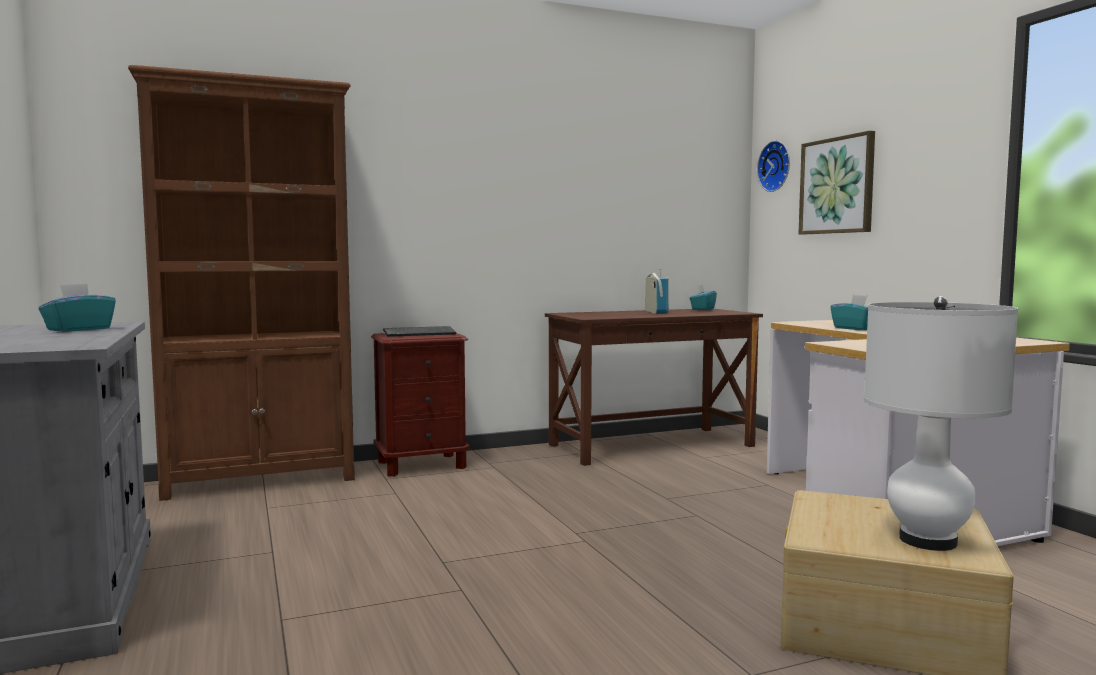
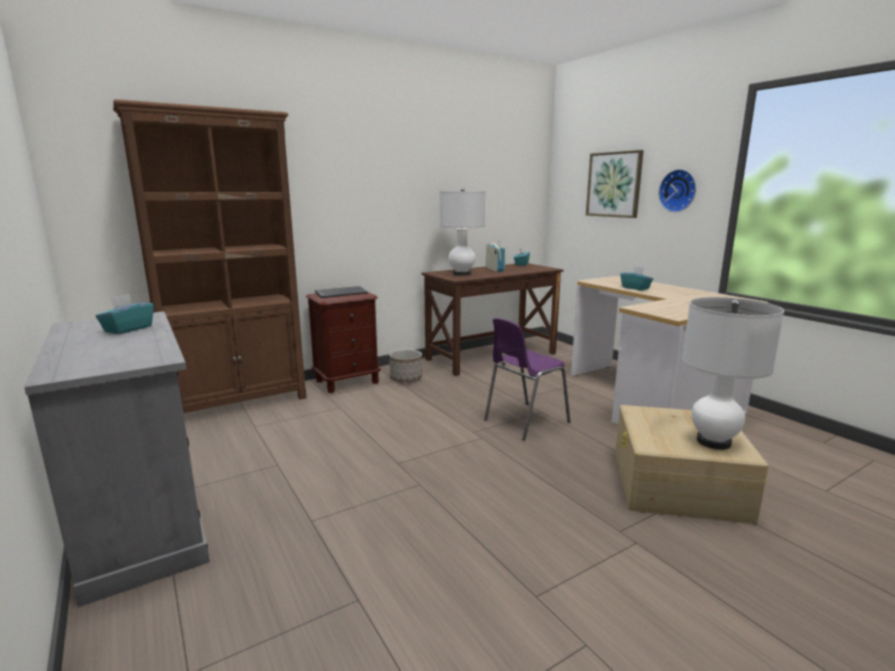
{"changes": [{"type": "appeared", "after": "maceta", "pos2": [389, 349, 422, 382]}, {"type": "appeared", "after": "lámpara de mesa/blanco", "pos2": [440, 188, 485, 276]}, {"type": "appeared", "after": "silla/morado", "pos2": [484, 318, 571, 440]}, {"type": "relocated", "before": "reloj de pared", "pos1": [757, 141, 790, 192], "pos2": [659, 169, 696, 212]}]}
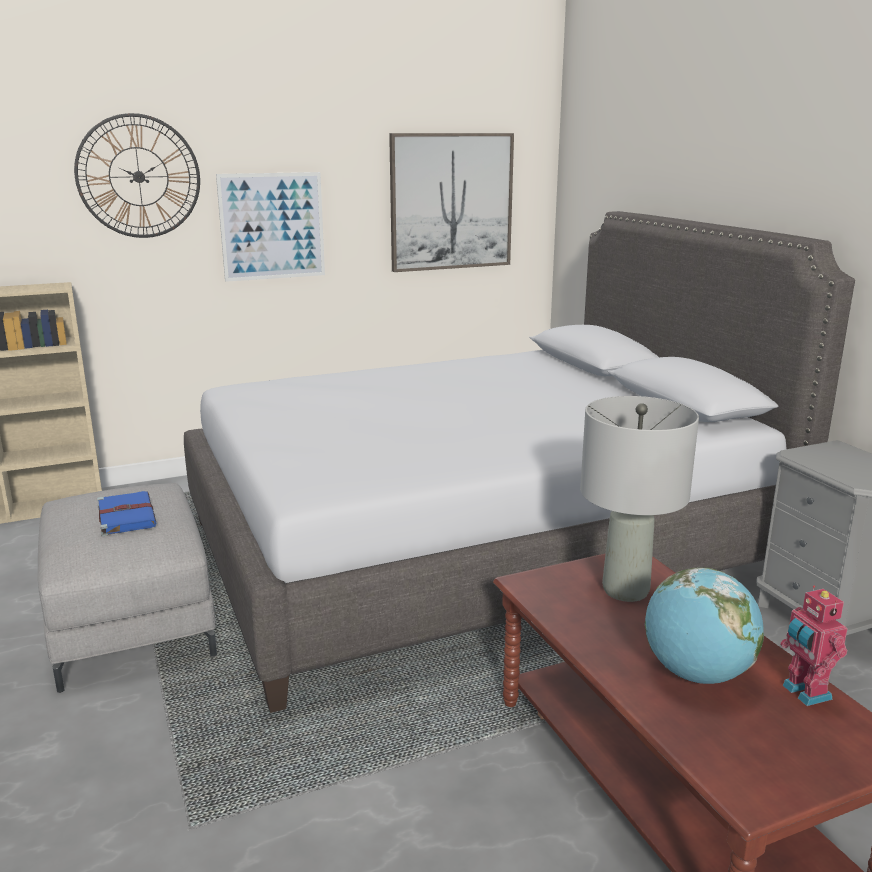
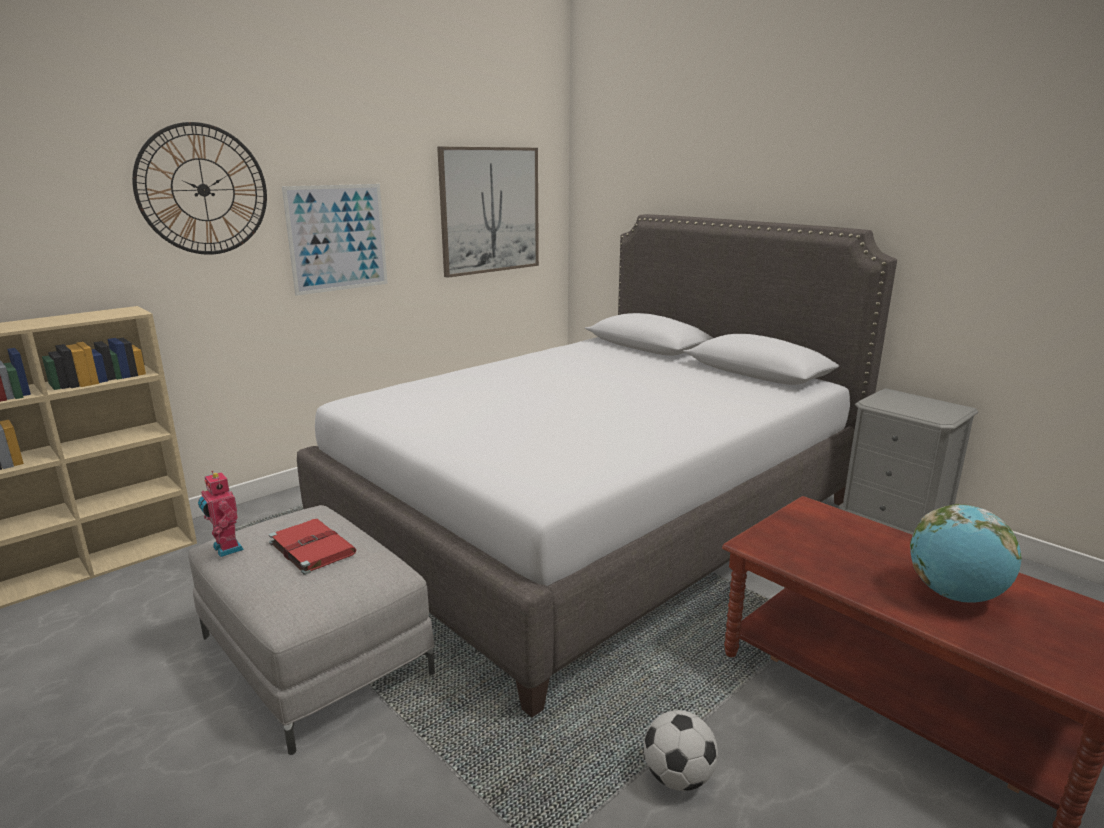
{"changes": [{"type": "relocated", "before": "robot de juguete", "pos1": [780, 585, 848, 706], "pos2": [198, 471, 244, 557]}, {"type": "colour", "before": "libro/azul", "after": "libro/rojo", "pos1": [97, 491, 156, 536], "pos2": [269, 519, 356, 575]}, {"type": "appeared", "after": "balón de fútbol", "pos2": [644, 710, 718, 791]}, {"type": "missing", "before": "lámpara de mesa/gris", "pos1": [580, 396, 699, 602]}]}
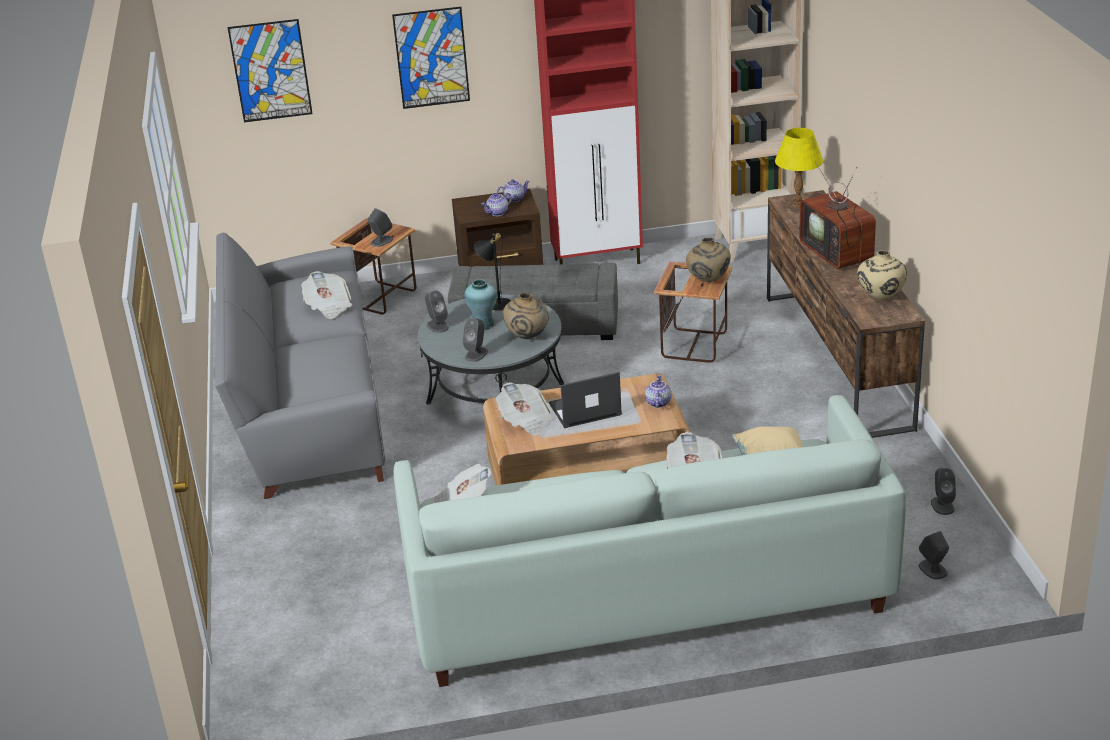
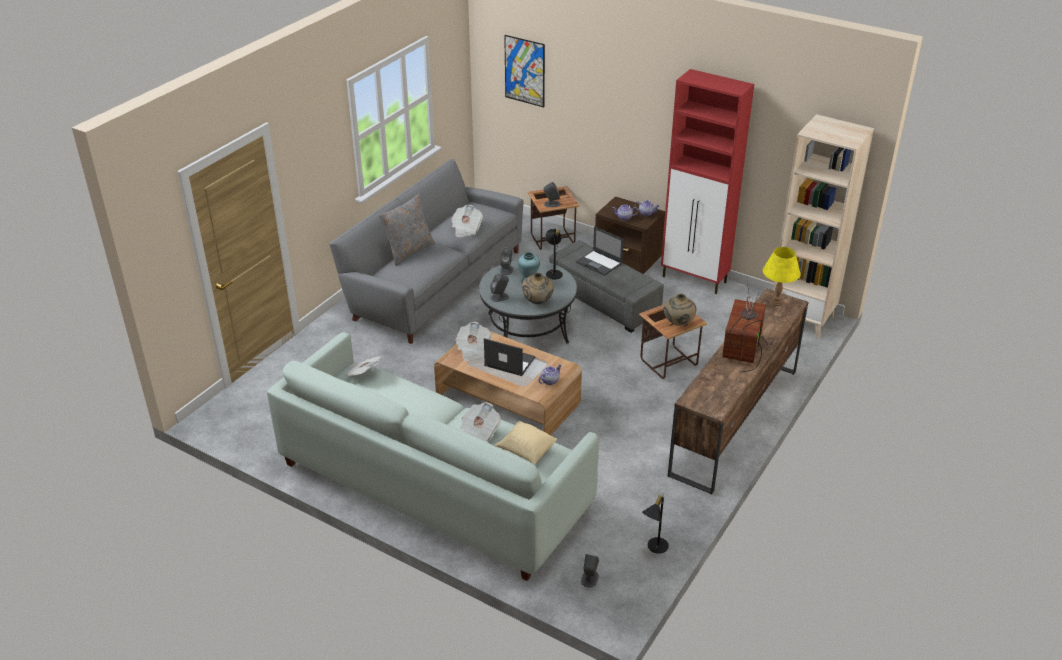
{"changes": [{"type": "appeared", "after": "cojín/gris", "pos2": [379, 194, 435, 266]}, {"type": "appeared", "after": "portátil", "pos2": [576, 226, 624, 276]}, {"type": "exchanged", "before": "altavoz/gris", "after": "lámpara de mesa/negro", "pos1": [931, 468, 956, 515], "pos2": [642, 494, 669, 554]}, {"type": "missing", "before": "cuadro", "pos1": [392, 7, 470, 109]}, {"type": "missing", "before": "florero/beis", "pos1": [857, 250, 907, 299]}]}
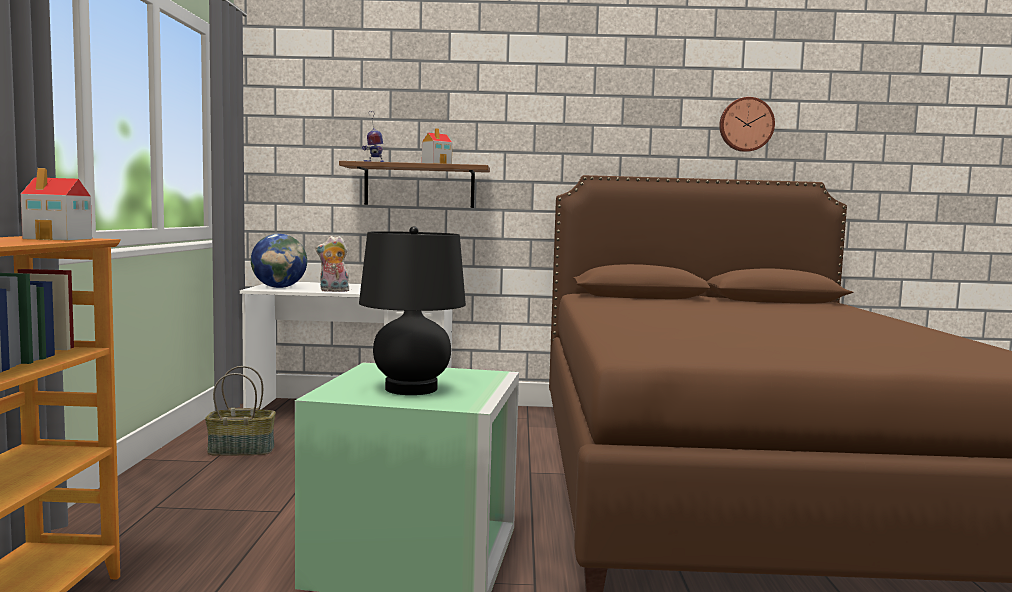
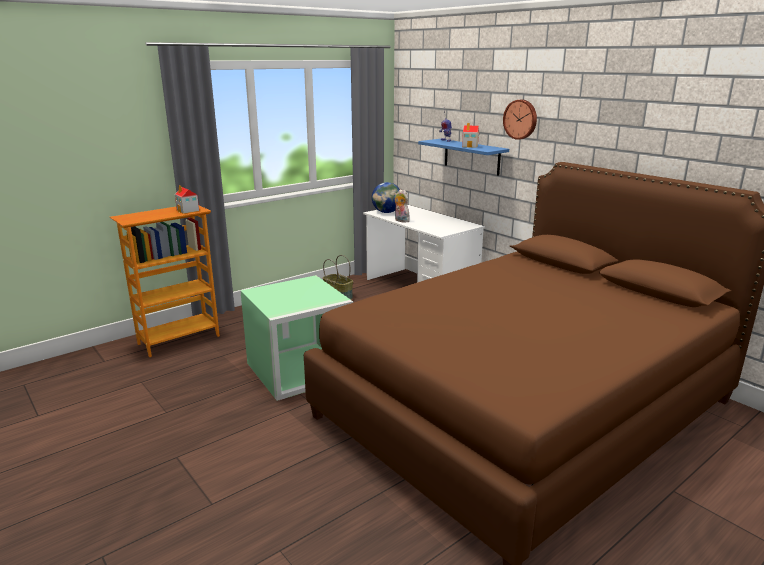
{"changes": [{"type": "colour", "before": "estante/marrón", "after": "estante/azul", "pos1": [339, 161, 490, 208], "pos2": [418, 139, 509, 176]}, {"type": "relocated", "before": "reloj de pared", "pos1": [719, 97, 775, 152], "pos2": [503, 100, 537, 140]}, {"type": "missing", "before": "lámpara de mesa/negro", "pos1": [359, 226, 466, 395]}]}
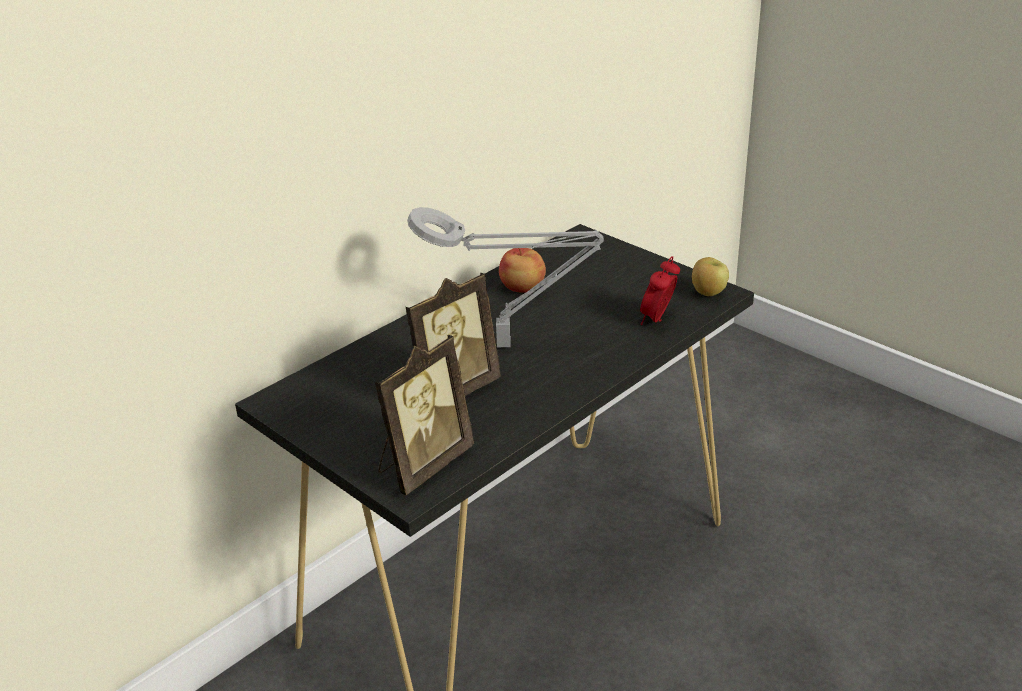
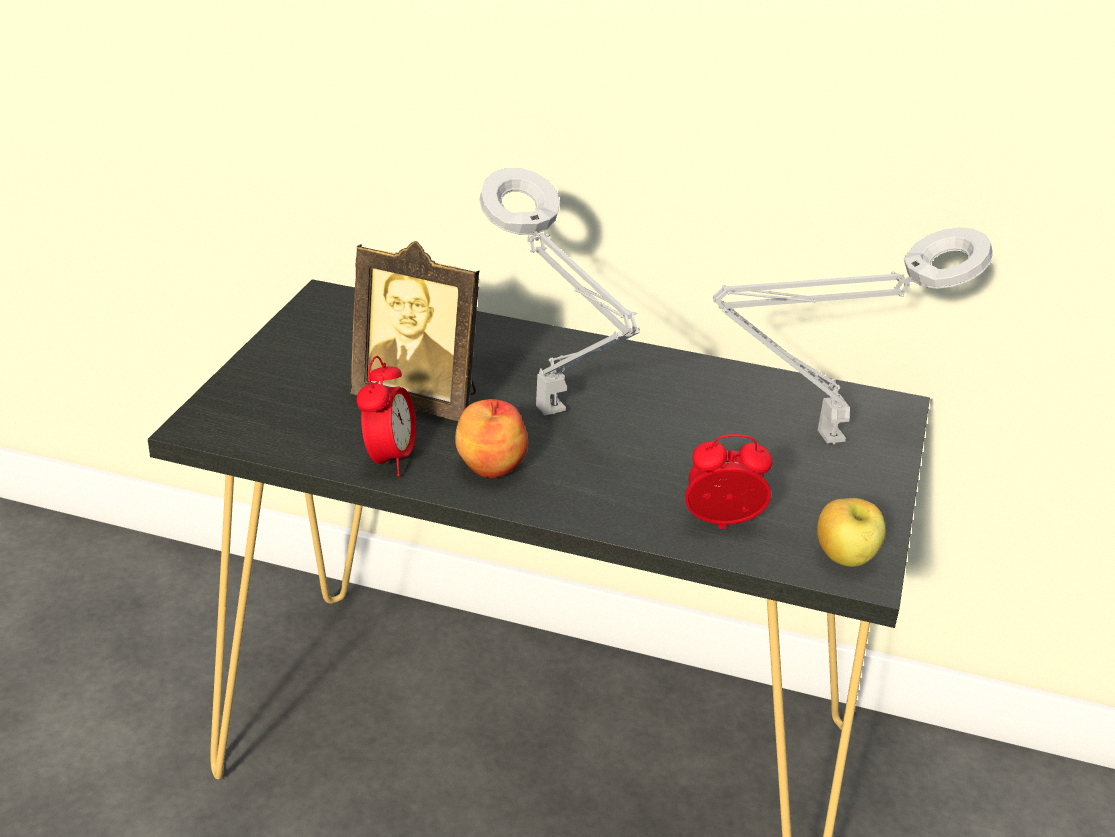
{"changes": [{"type": "appeared", "after": "despertador", "pos2": [357, 356, 416, 476]}, {"type": "relocated", "before": "manzana", "pos1": [499, 248, 546, 293], "pos2": [455, 399, 528, 478]}, {"type": "appeared", "after": "lámpara de mesa/gris", "pos2": [713, 227, 993, 444]}, {"type": "missing", "before": "portarretratos", "pos1": [375, 335, 474, 495]}]}
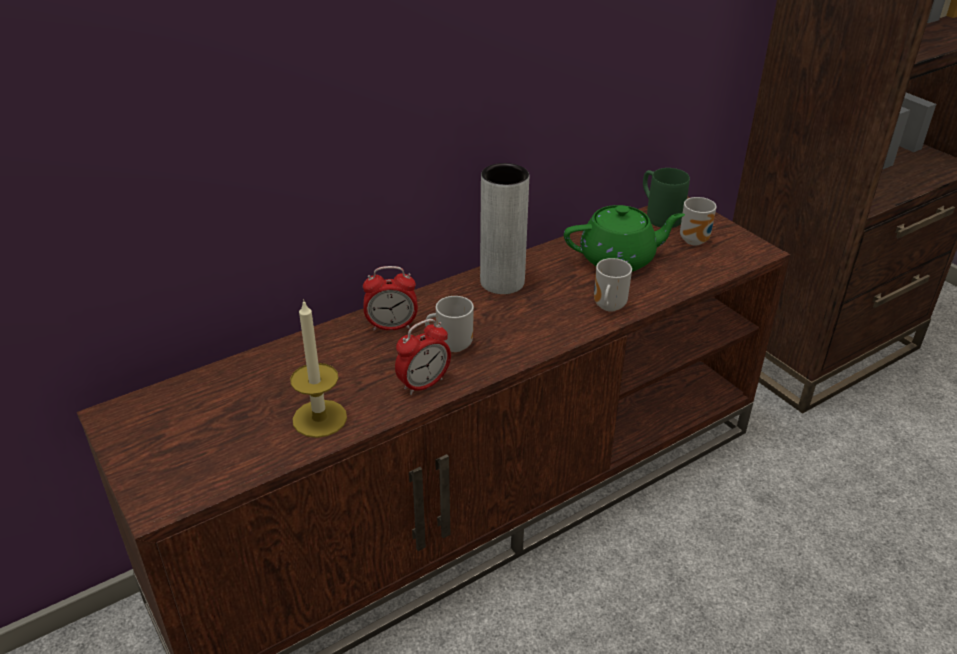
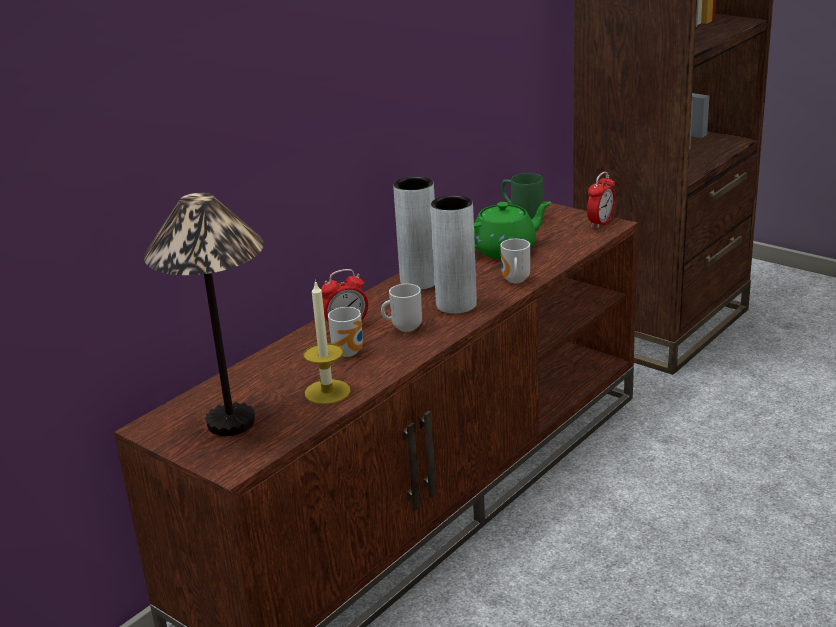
{"changes": [{"type": "appeared", "after": "lámpara de mesa", "pos2": [144, 193, 264, 436]}, {"type": "relocated", "before": "taza grande", "pos1": [680, 197, 717, 245], "pos2": [328, 307, 363, 357]}, {"type": "appeared", "after": "florero/gris", "pos2": [431, 195, 477, 314]}, {"type": "relocated", "before": "despertador", "pos1": [395, 319, 451, 395], "pos2": [587, 172, 615, 229]}]}
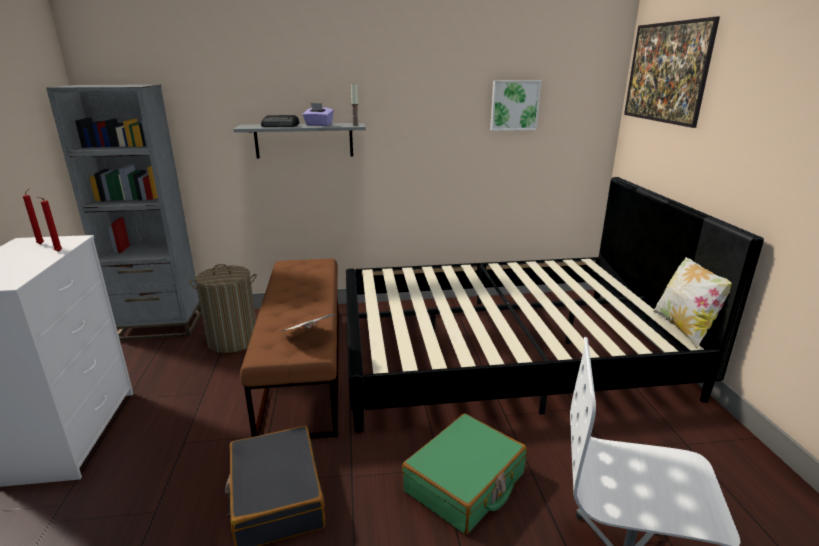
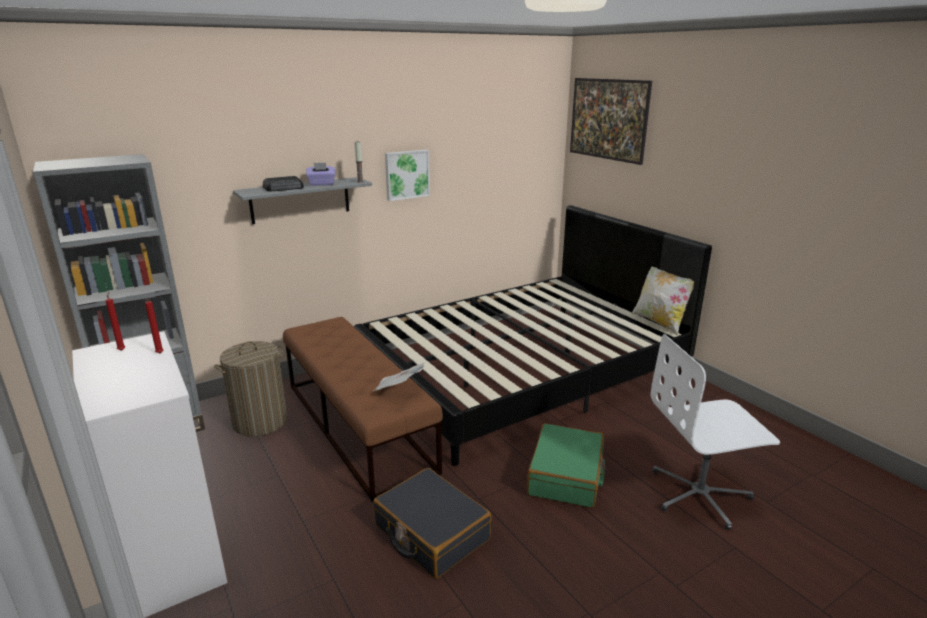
{"changes": [{"type": "relocated", "before": "cuadro", "pos1": [490, 80, 541, 131], "pos2": [385, 150, 430, 201]}]}
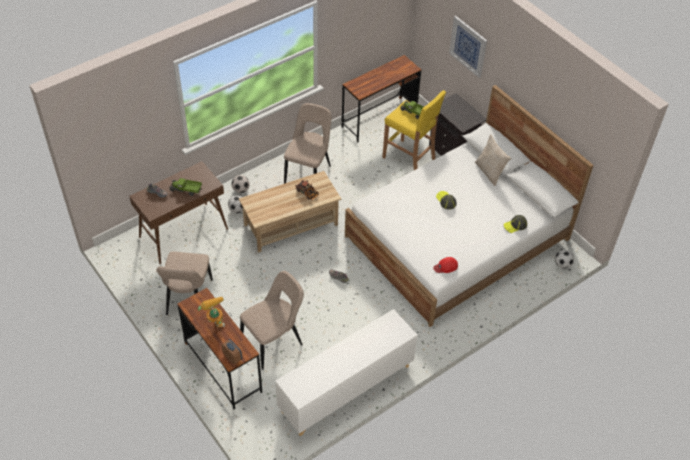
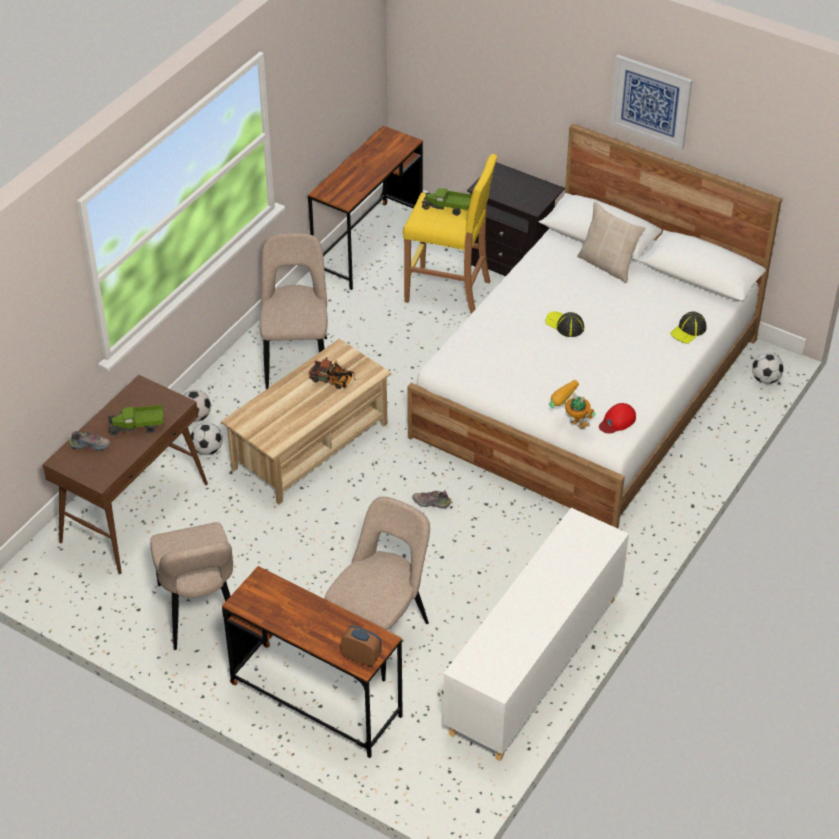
{"changes": [{"type": "relocated", "before": "robot de juguete", "pos1": [198, 297, 225, 327], "pos2": [549, 380, 596, 428]}, {"type": "relocated", "before": "cuadro", "pos1": [449, 16, 487, 78], "pos2": [610, 55, 693, 150]}]}
